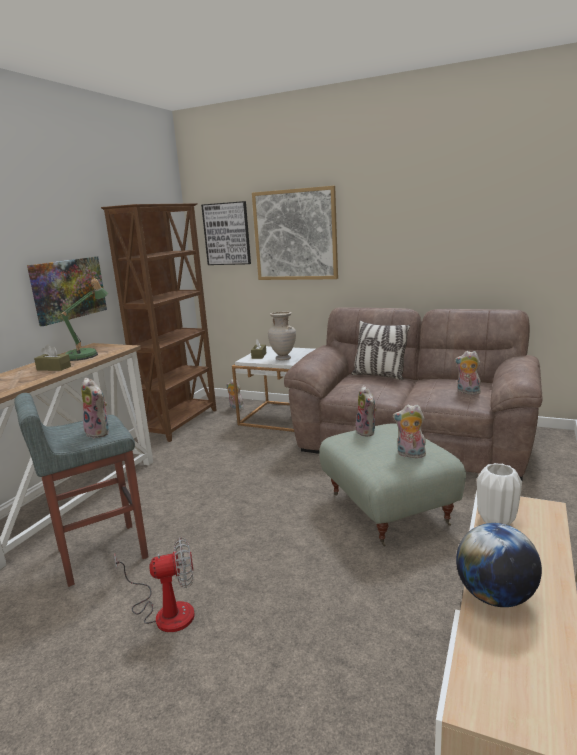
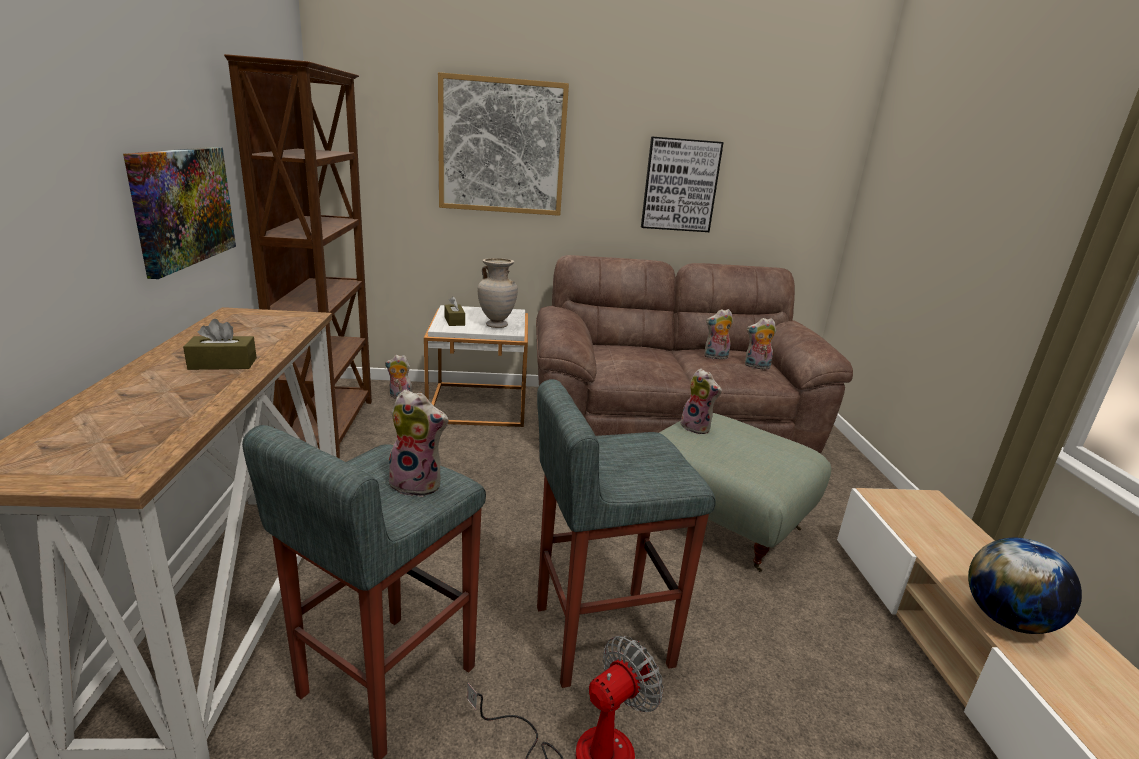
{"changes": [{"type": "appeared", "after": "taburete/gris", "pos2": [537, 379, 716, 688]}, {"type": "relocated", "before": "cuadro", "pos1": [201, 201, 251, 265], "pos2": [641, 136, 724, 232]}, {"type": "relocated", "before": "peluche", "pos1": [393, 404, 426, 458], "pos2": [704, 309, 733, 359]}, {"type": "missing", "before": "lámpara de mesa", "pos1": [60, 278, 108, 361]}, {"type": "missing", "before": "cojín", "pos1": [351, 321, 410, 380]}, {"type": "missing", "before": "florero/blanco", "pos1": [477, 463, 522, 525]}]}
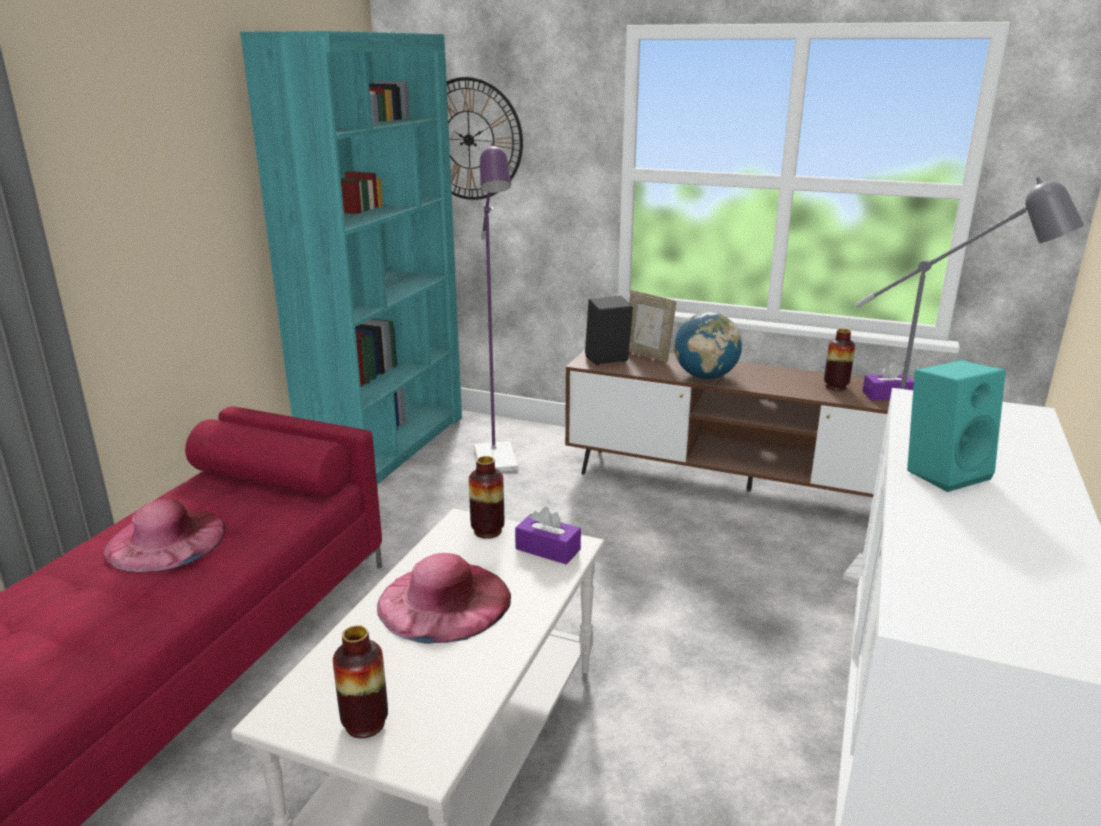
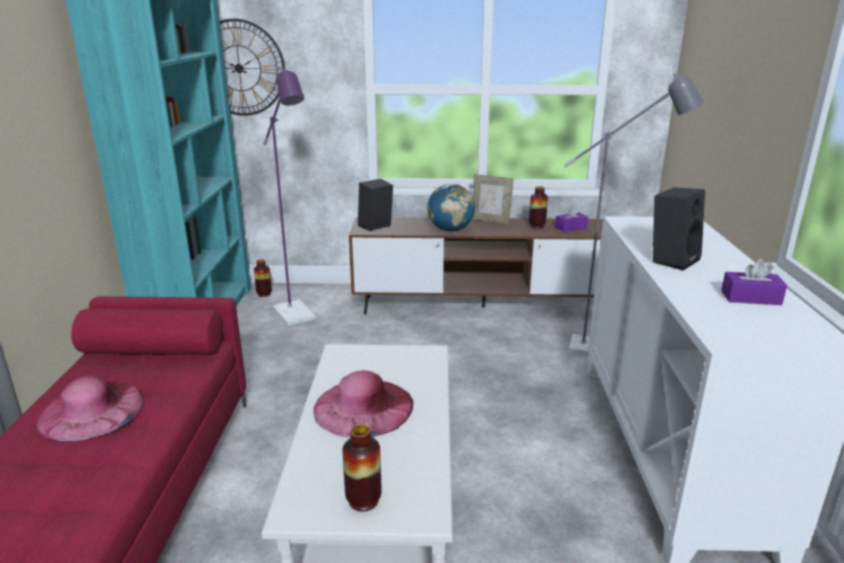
{"changes": [{"type": "relocated", "before": "florero", "pos1": [469, 456, 504, 539], "pos2": [254, 259, 272, 297]}, {"type": "relocated", "before": "portarretratos", "pos1": [629, 290, 676, 363], "pos2": [472, 174, 513, 224]}, {"type": "colour", "before": "altavoz/turquesa", "after": "altavoz/negro", "pos1": [907, 360, 1006, 492], "pos2": [653, 188, 705, 270]}, {"type": "relocated", "before": "caja de pañuelos/morado", "pos1": [515, 507, 581, 564], "pos2": [721, 259, 787, 305]}]}
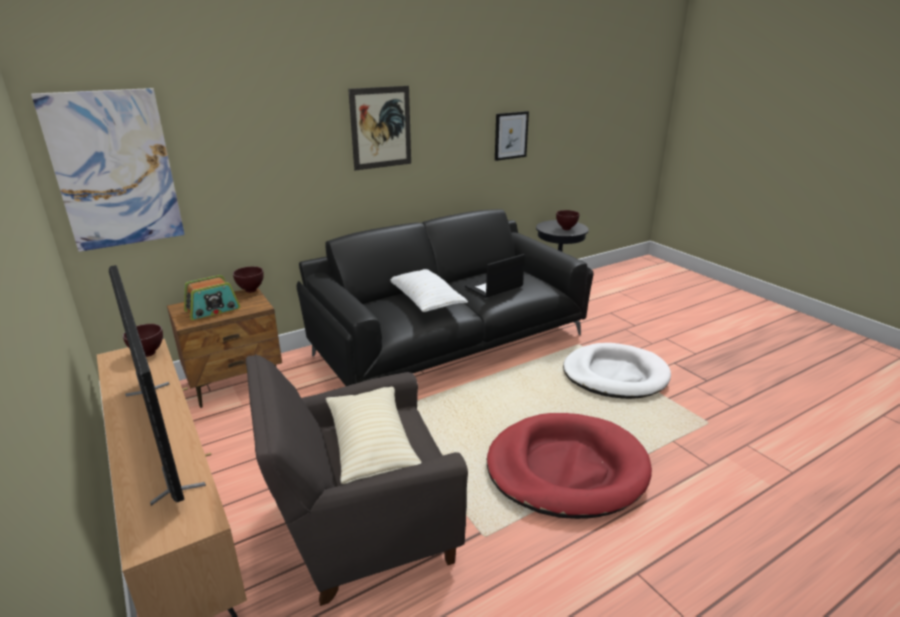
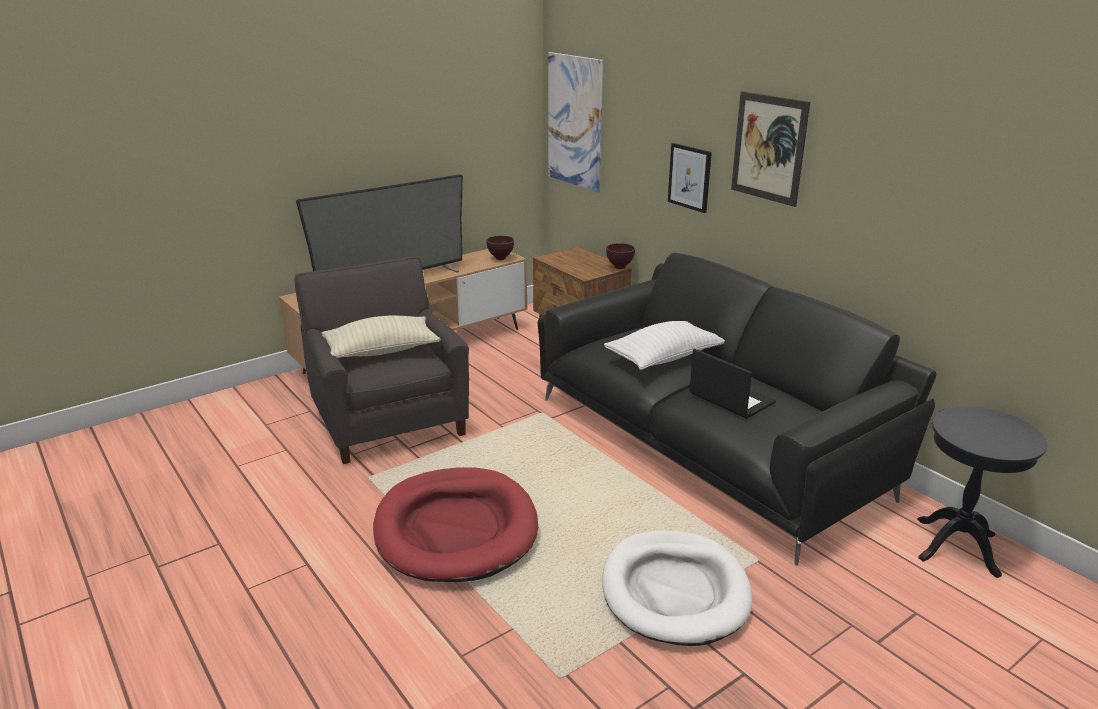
{"changes": [{"type": "relocated", "before": "cuadro", "pos1": [495, 111, 529, 161], "pos2": [668, 143, 712, 213]}, {"type": "missing", "before": "radio", "pos1": [184, 275, 240, 320]}, {"type": "missing", "before": "cuenco/marrón", "pos1": [556, 210, 579, 230]}]}
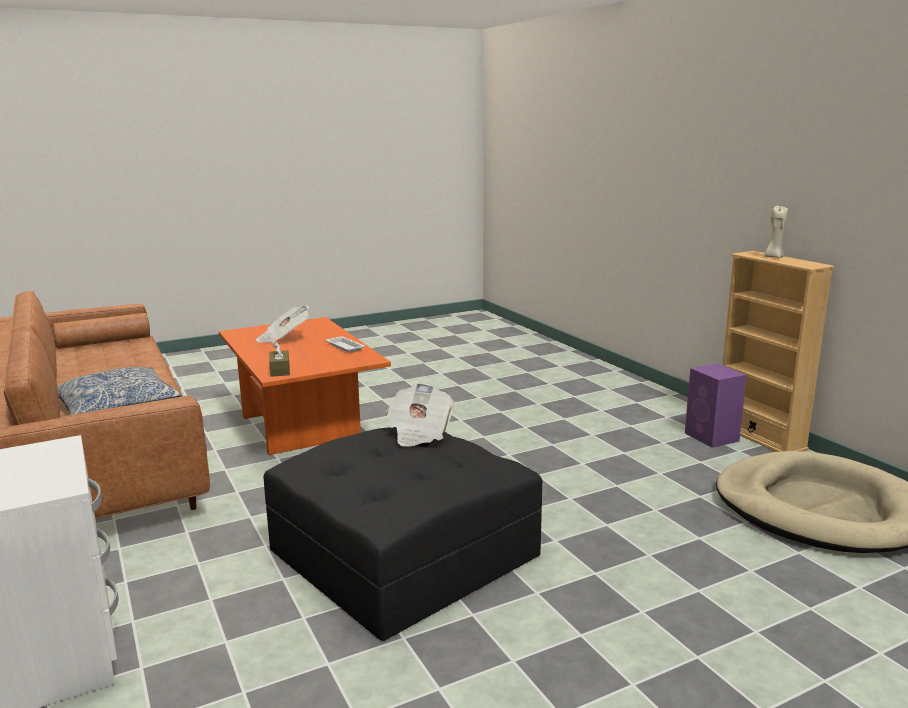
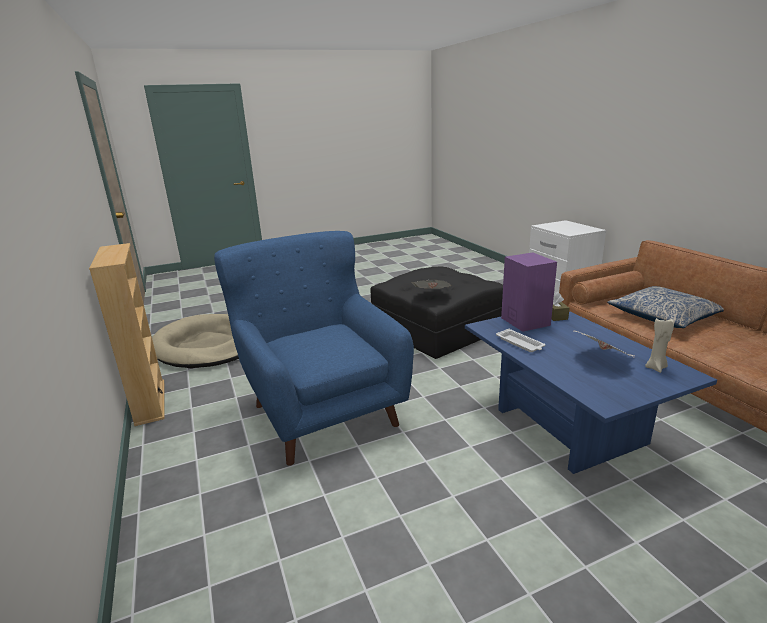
{"changes": [{"type": "appeared", "after": "sillón/azul", "pos2": [214, 231, 414, 466]}, {"type": "colour", "before": "mesa de centro/naranja", "after": "mesa de centro/azul", "pos1": [219, 317, 391, 455], "pos2": [465, 311, 717, 474]}, {"type": "relocated", "before": "altavoz/morado", "pos1": [685, 363, 747, 448], "pos2": [501, 252, 557, 332]}, {"type": "relocated", "before": "vela/beis", "pos1": [764, 206, 788, 258], "pos2": [645, 317, 674, 373]}]}
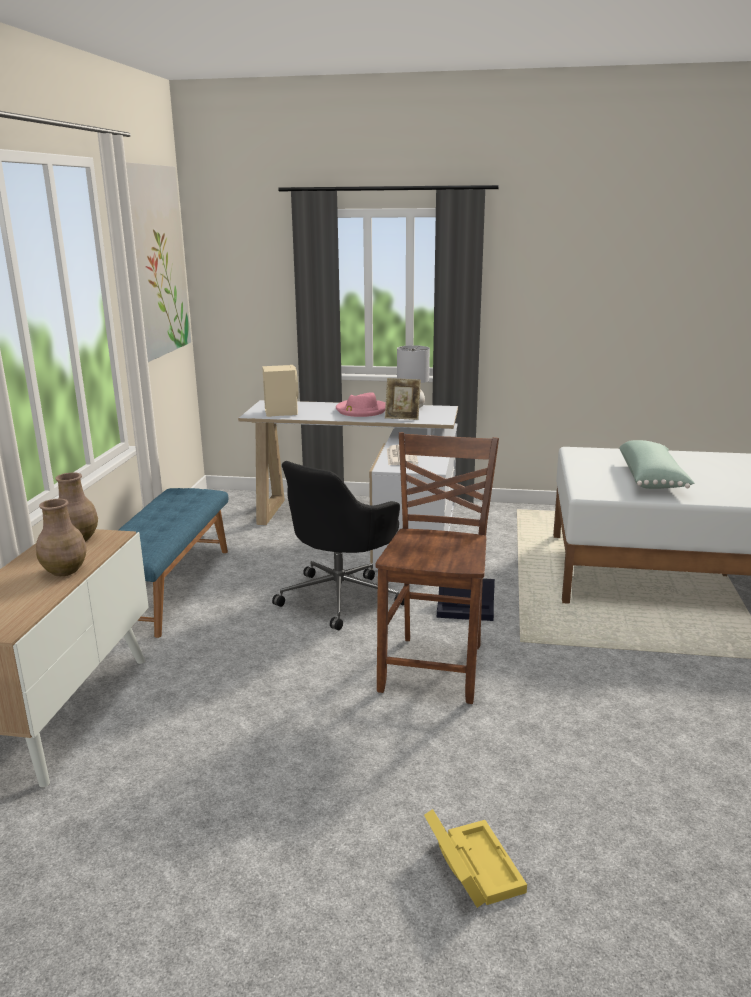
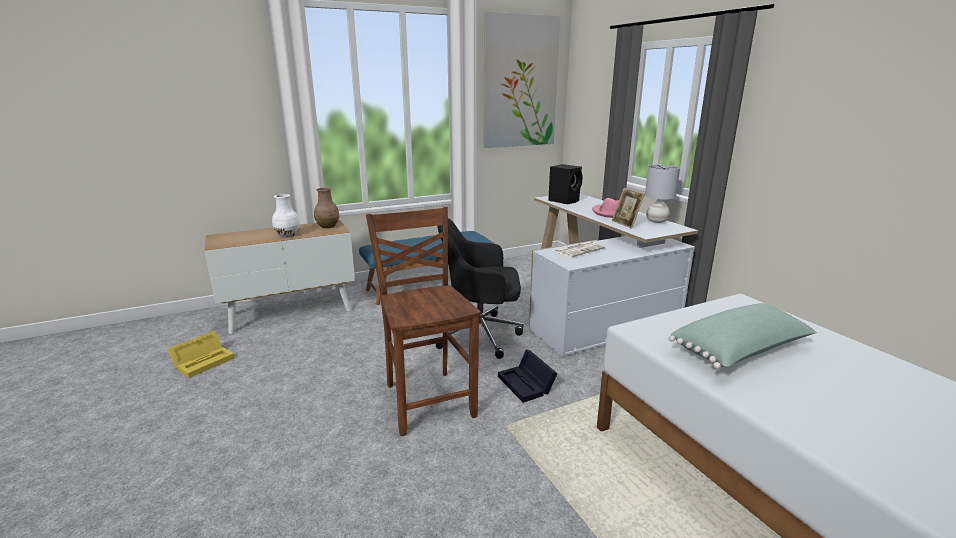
{"changes": [{"type": "relocated", "before": "caja de almacenaje/amarillo", "pos1": [424, 809, 527, 908], "pos2": [167, 331, 235, 378]}, {"type": "colour", "before": "florero/marrón", "after": "florero/blanco", "pos1": [36, 499, 87, 576], "pos2": [272, 194, 300, 237]}, {"type": "spun", "before": "silla/marrón", "pos1": [376, 432, 499, 704], "pos2": [366, 207, 480, 436], "turn": -90}, {"type": "colour", "before": "altavoz/beis", "after": "altavoz/negro", "pos1": [262, 365, 298, 417], "pos2": [548, 164, 583, 204]}]}
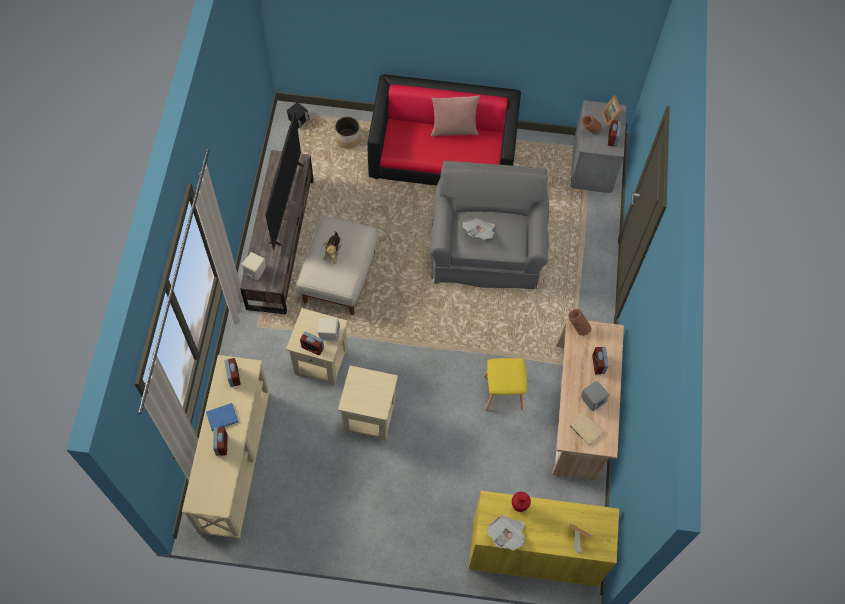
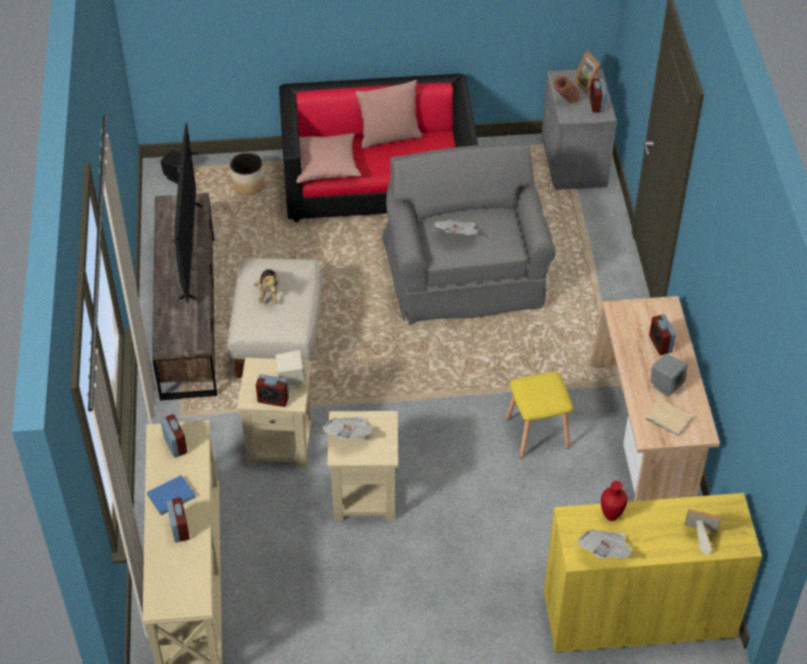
{"changes": [{"type": "appeared", "after": "cojín/rosa", "pos2": [296, 133, 361, 183]}, {"type": "appeared", "after": "periódico", "pos2": [323, 416, 374, 439]}, {"type": "missing", "before": "altavoz/beis", "pos1": [242, 252, 266, 280]}, {"type": "missing", "before": "florero/marrón", "pos1": [568, 309, 591, 336]}]}
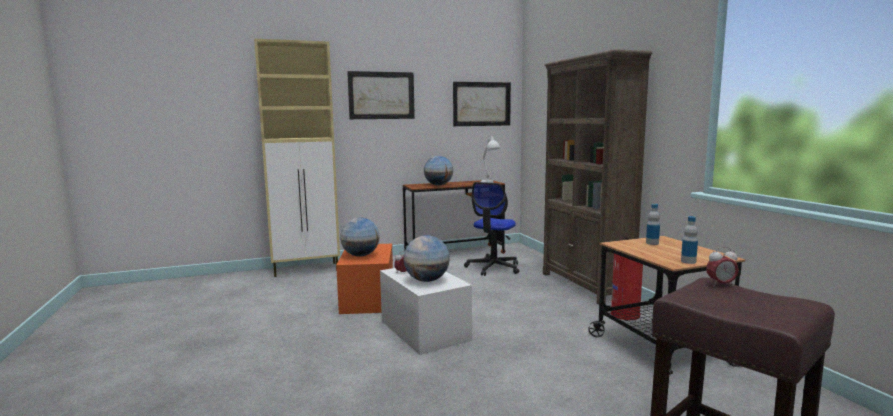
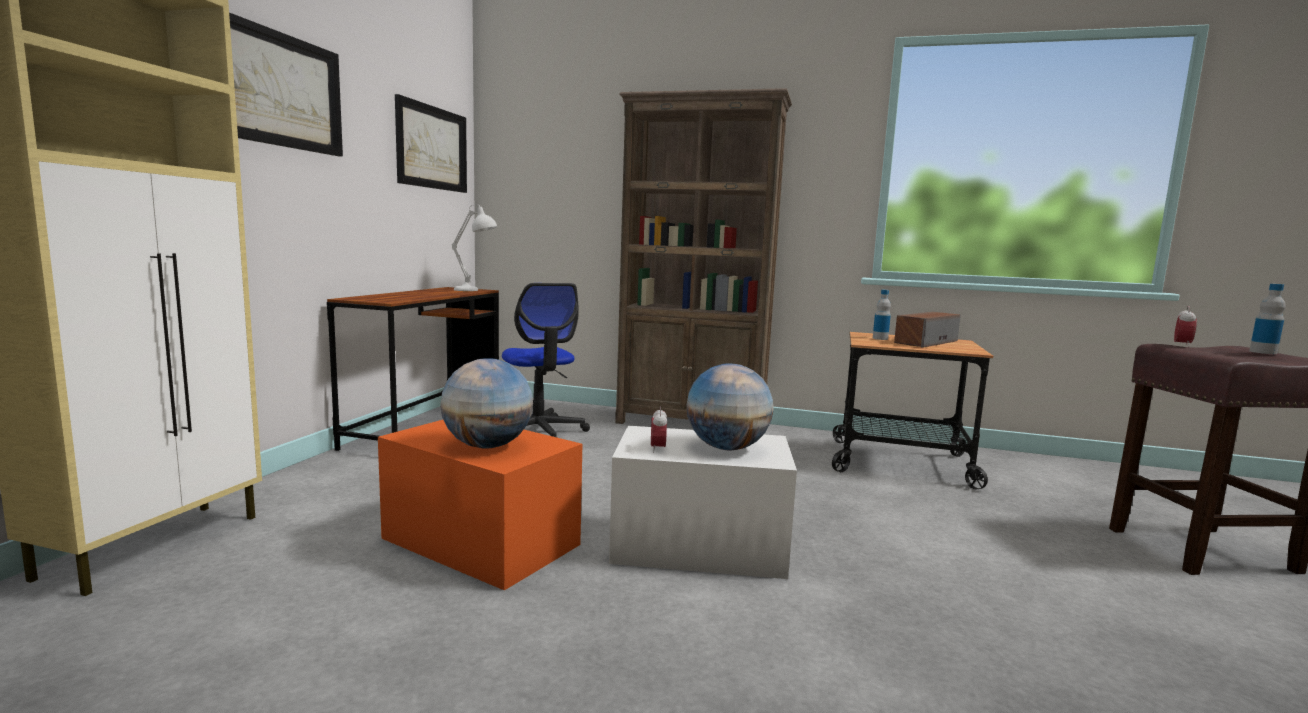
{"changes": [{"type": "appeared", "after": "altavoz", "pos2": [894, 312, 961, 348]}, {"type": "relocated", "before": "botella", "pos1": [681, 216, 698, 264], "pos2": [1249, 284, 1286, 354]}, {"type": "missing", "before": "globo terráqueo", "pos1": [424, 156, 453, 185]}, {"type": "missing", "before": "extintor", "pos1": [611, 237, 643, 320]}]}
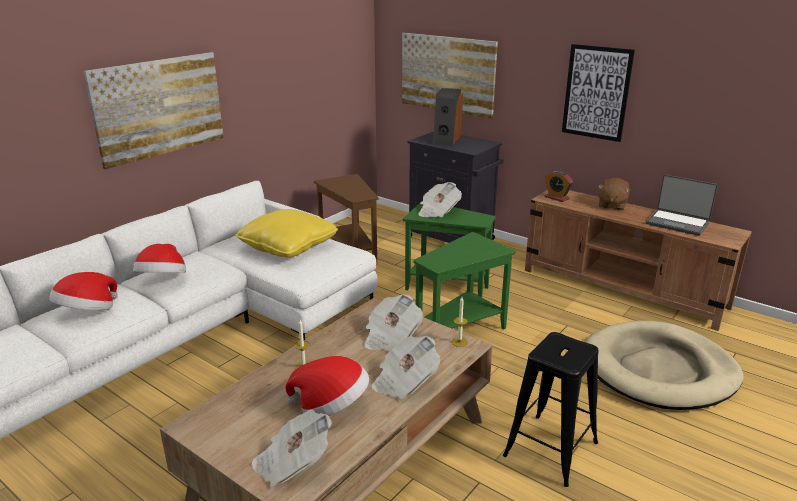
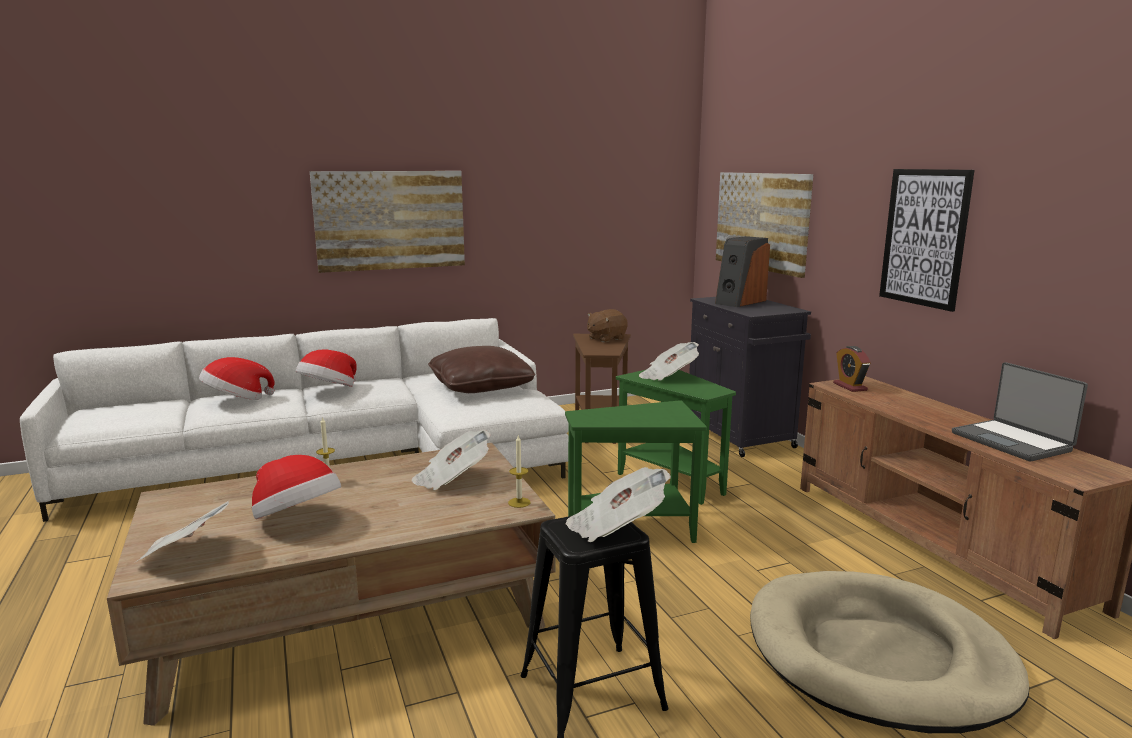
{"changes": [{"type": "colour", "before": "cojín/amarillo", "after": "cojín/marrón", "pos1": [236, 209, 338, 258], "pos2": [428, 346, 535, 393]}, {"type": "relocated", "before": "periódico", "pos1": [372, 336, 440, 399], "pos2": [566, 467, 671, 542]}, {"type": "relocated", "before": "peluche/marrón", "pos1": [598, 178, 631, 211], "pos2": [587, 309, 628, 342]}]}
